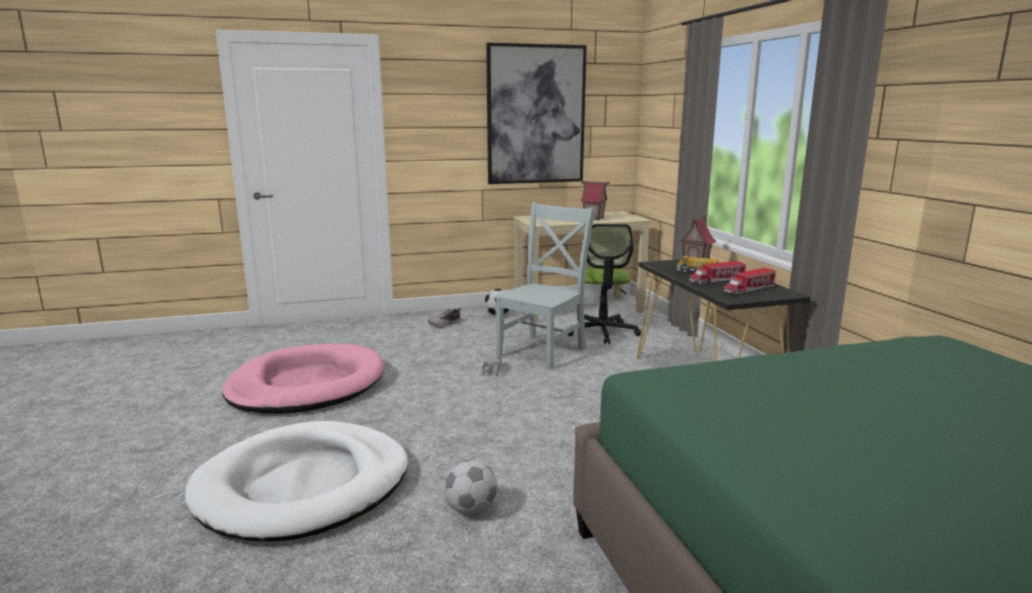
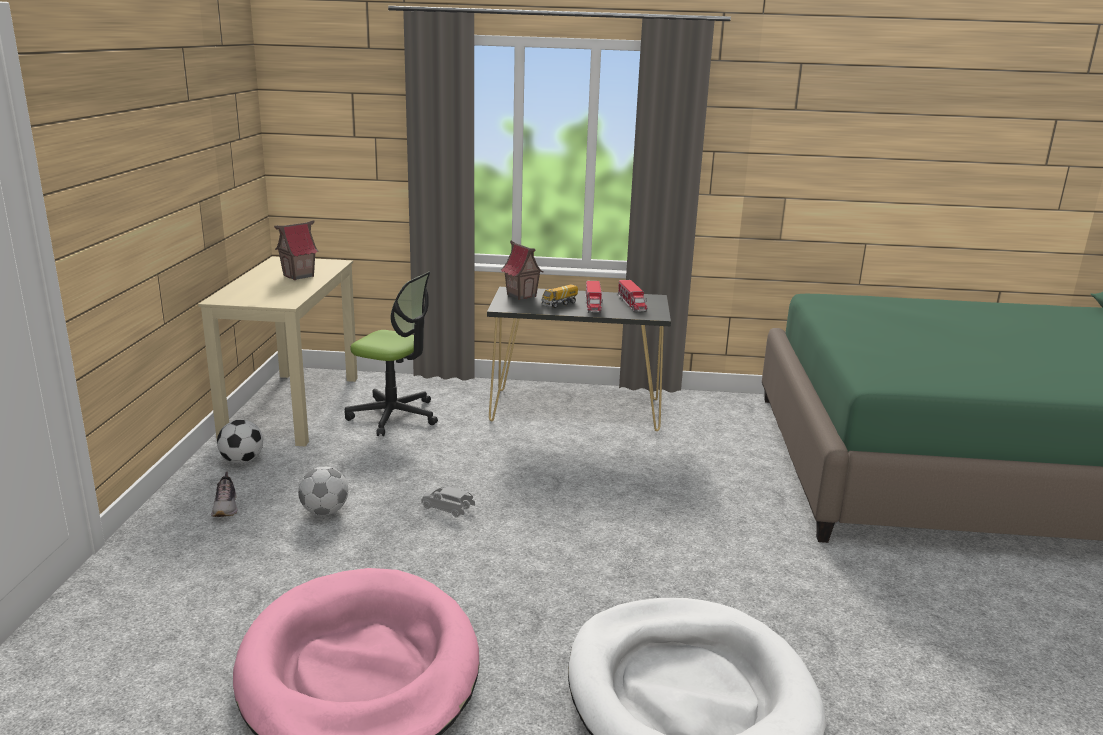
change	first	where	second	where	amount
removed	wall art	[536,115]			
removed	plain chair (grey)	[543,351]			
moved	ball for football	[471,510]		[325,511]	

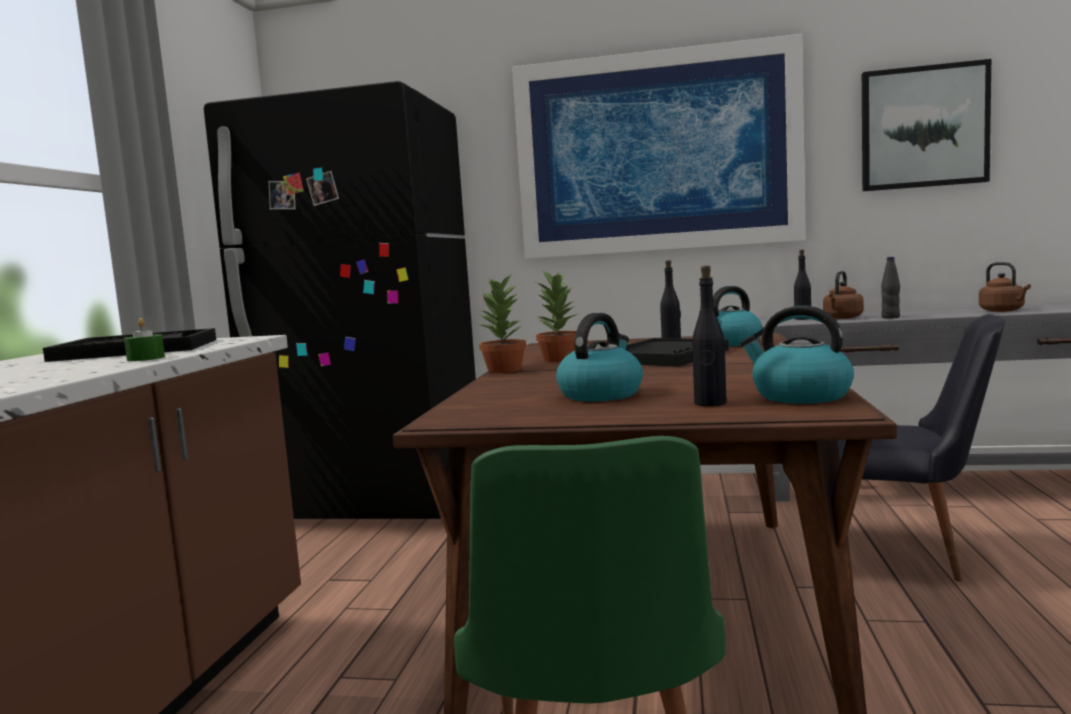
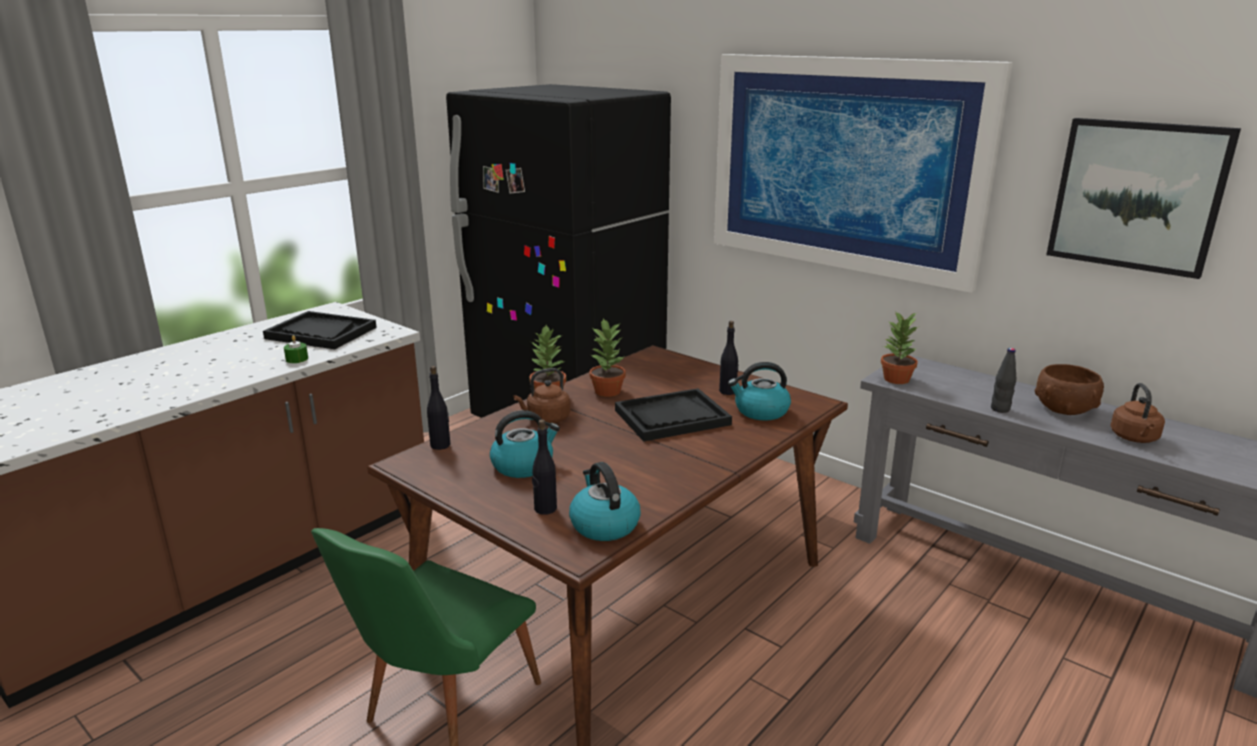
change	first	where	second	where	amount
removed	plain chair (black-coloured)	[903,554]			
added			houseplant	[897,379]	
added			deep dish (brown-coloured)	[1064,409]	
moved	drink bottle (black-coloured)	[803,319]		[440,445]	
moved	water kettle (brown-coloured)	[842,318]		[546,419]	

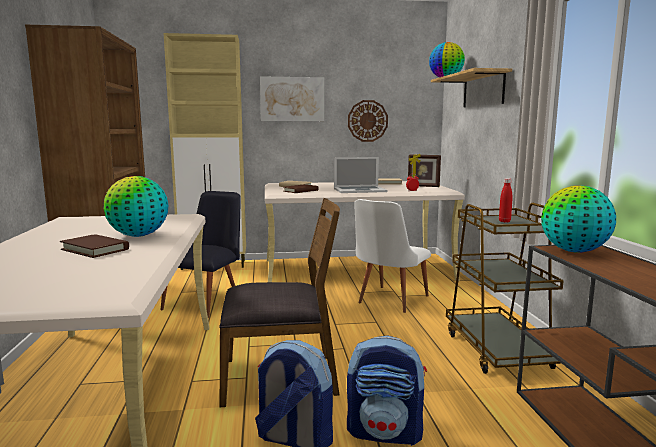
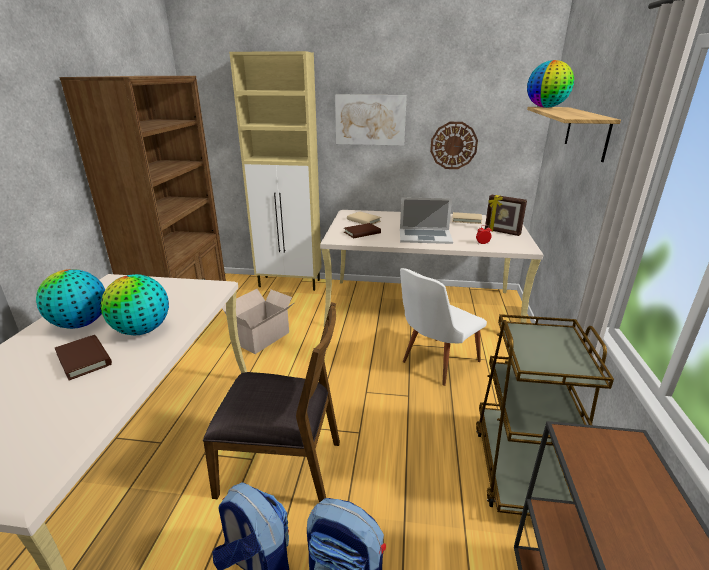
change	first	where	second	where	amount
removed	drink bottle (reddish)	[504,221]			
moved	desk globe	[574,251]		[80,324]	
replaced	plain chair (black-coloured)	[207,301]	carton	[263,337]	

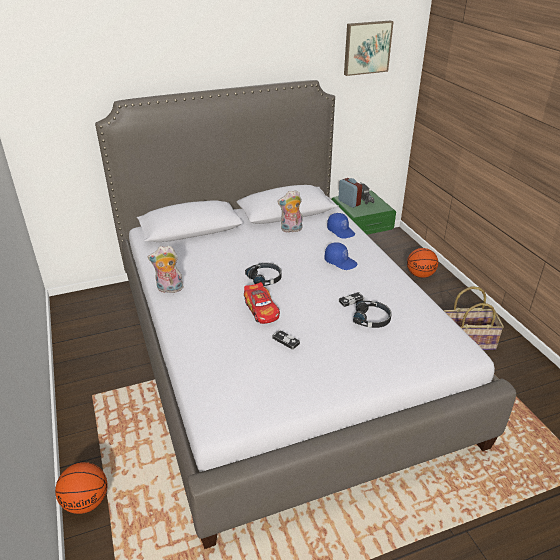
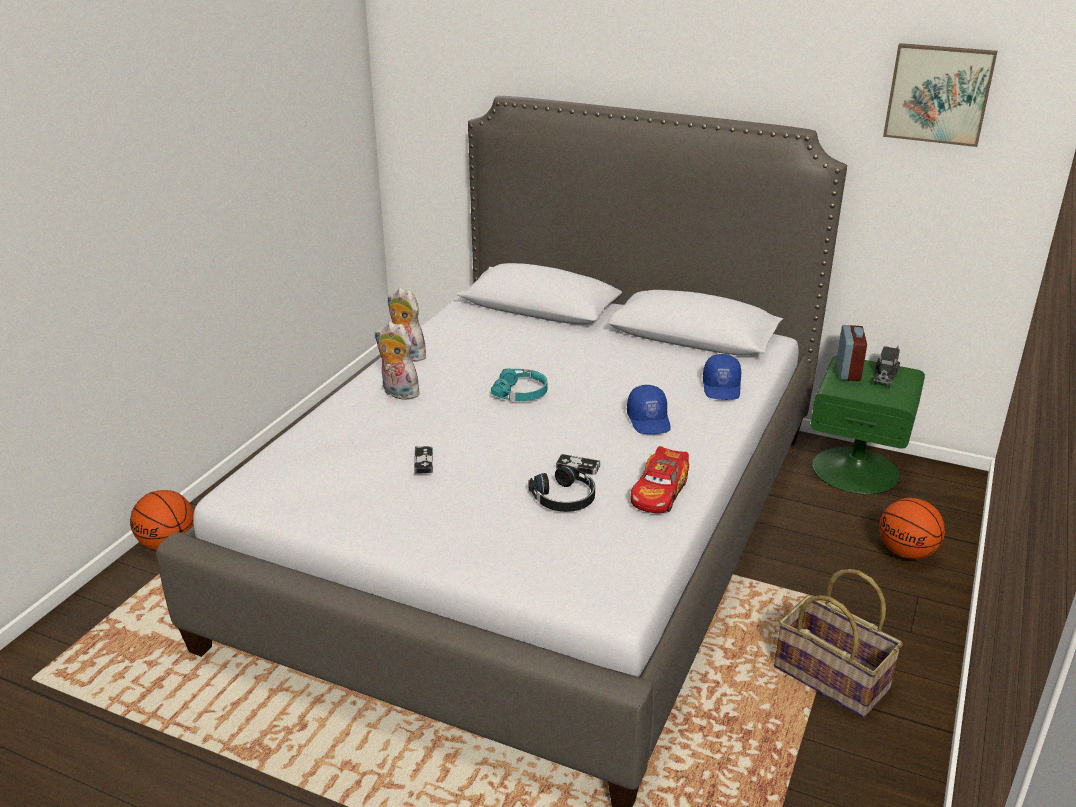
change	first	where	second	where	amount
moved	toy car	[261,309]		[660,492]	
moved	plush toy	[291,230]		[398,393]	
recoloured	headphones (black-coloured)	[265,278]	headphones (blue-green)	[521,392]	

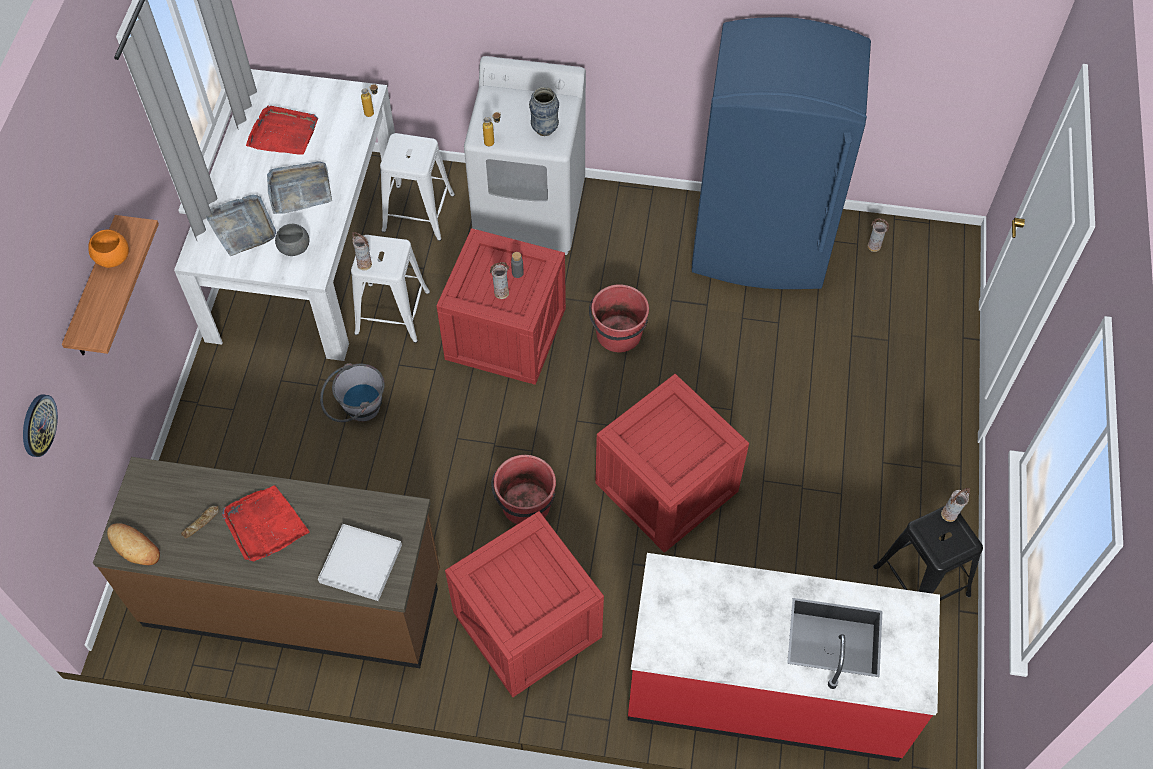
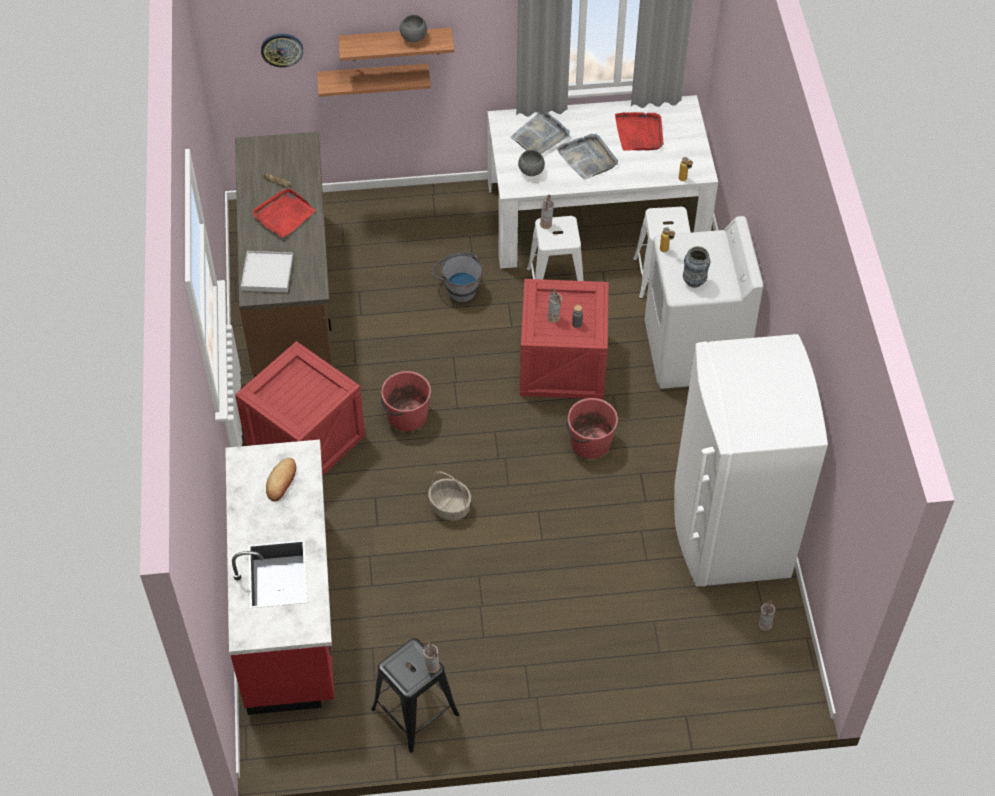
change	first	where	second	where	amount
added			bracket shelf	[373,79]	
moved	baked bread	[134,546]		[281,481]	
replaced	shipping crate	[666,489]	storage basket	[449,507]	
recoloured	deep dish (orange-coloured)	[113,259]	deep dish (grey)	[413,37]	
recoloured	fridge (blue)	[761,244]	fridge (white-coloured)	[729,531]	

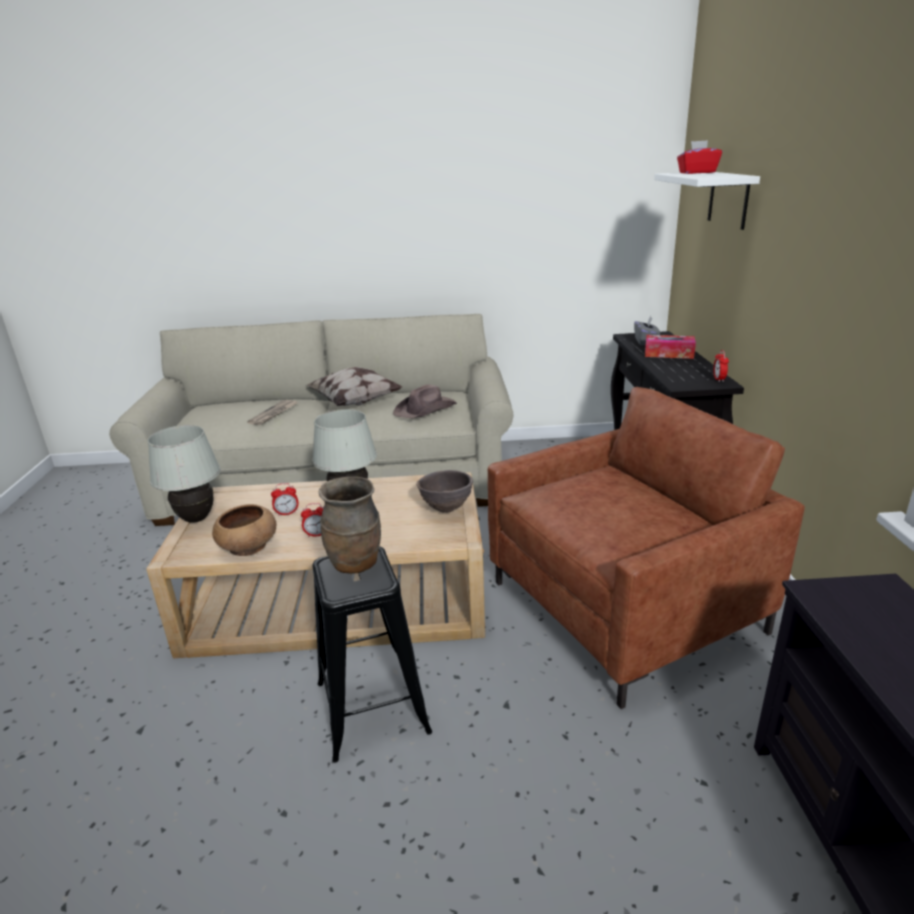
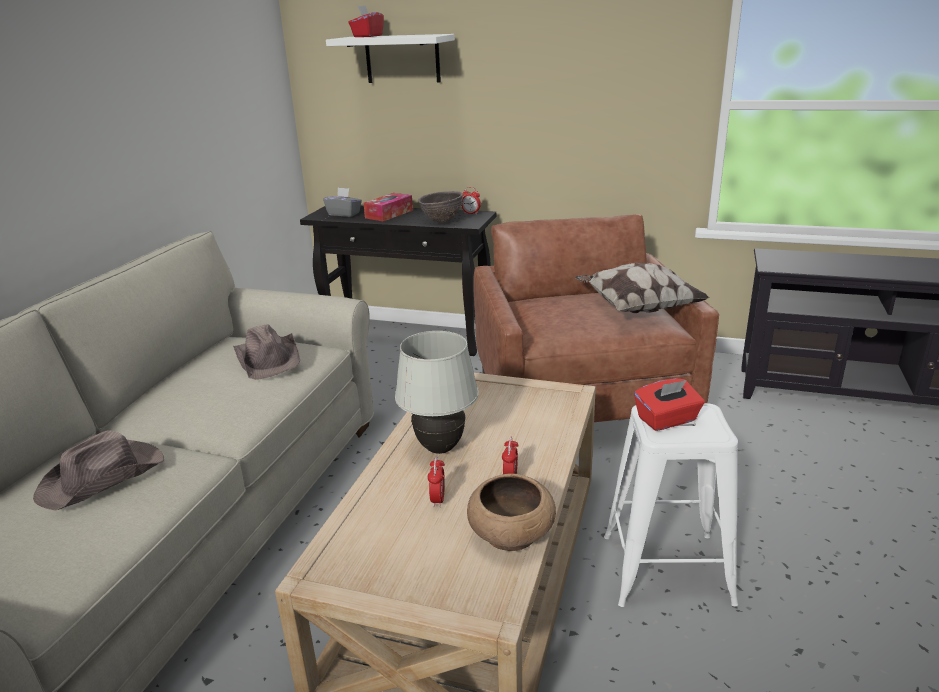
change	first	where	second	where	amount
removed	table lamp (white-coloured)	[196,518]			
moved	pillow	[356,402]		[637,308]	
moved	deep dish (brown-coloured)	[446,509]		[441,221]	
replaced	printed paper	[274,414]	clothing hat (brown-coloured)	[103,478]	
replaced	vase (brown-coloured)	[356,564]	box of tissues (reddish)	[667,420]	
recoloured	sitting stool (black-coloured)	[372,706]	sitting stool (white-coloured)	[665,569]	

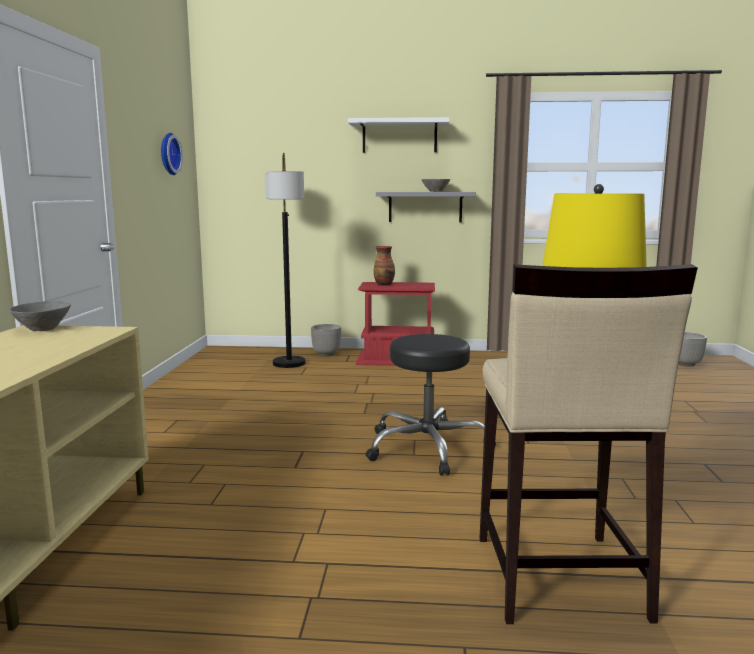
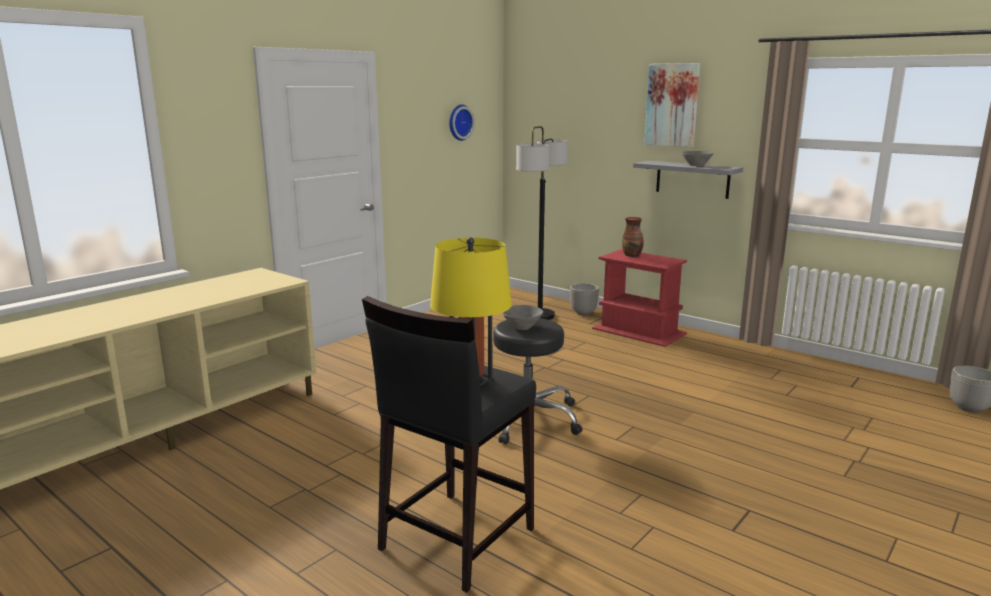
change	first	where	second	where	amount
moved	deep dish (grey)	[42,329]		[522,327]	
replaced	bracket shelf (white-coloured)	[399,136]	wall art	[672,105]	
recoloured	sitting stool (sand-coloured)	[557,577]	sitting stool (black-coloured)	[455,539]	

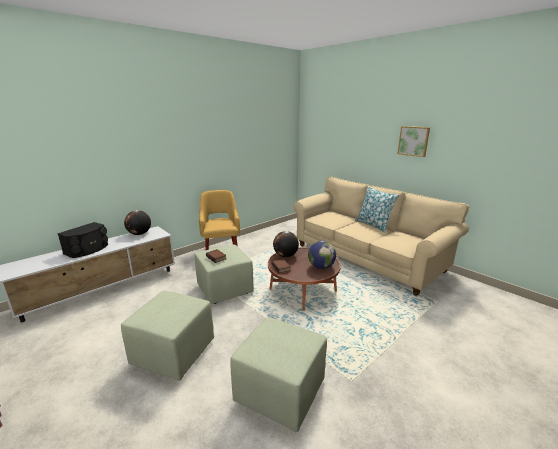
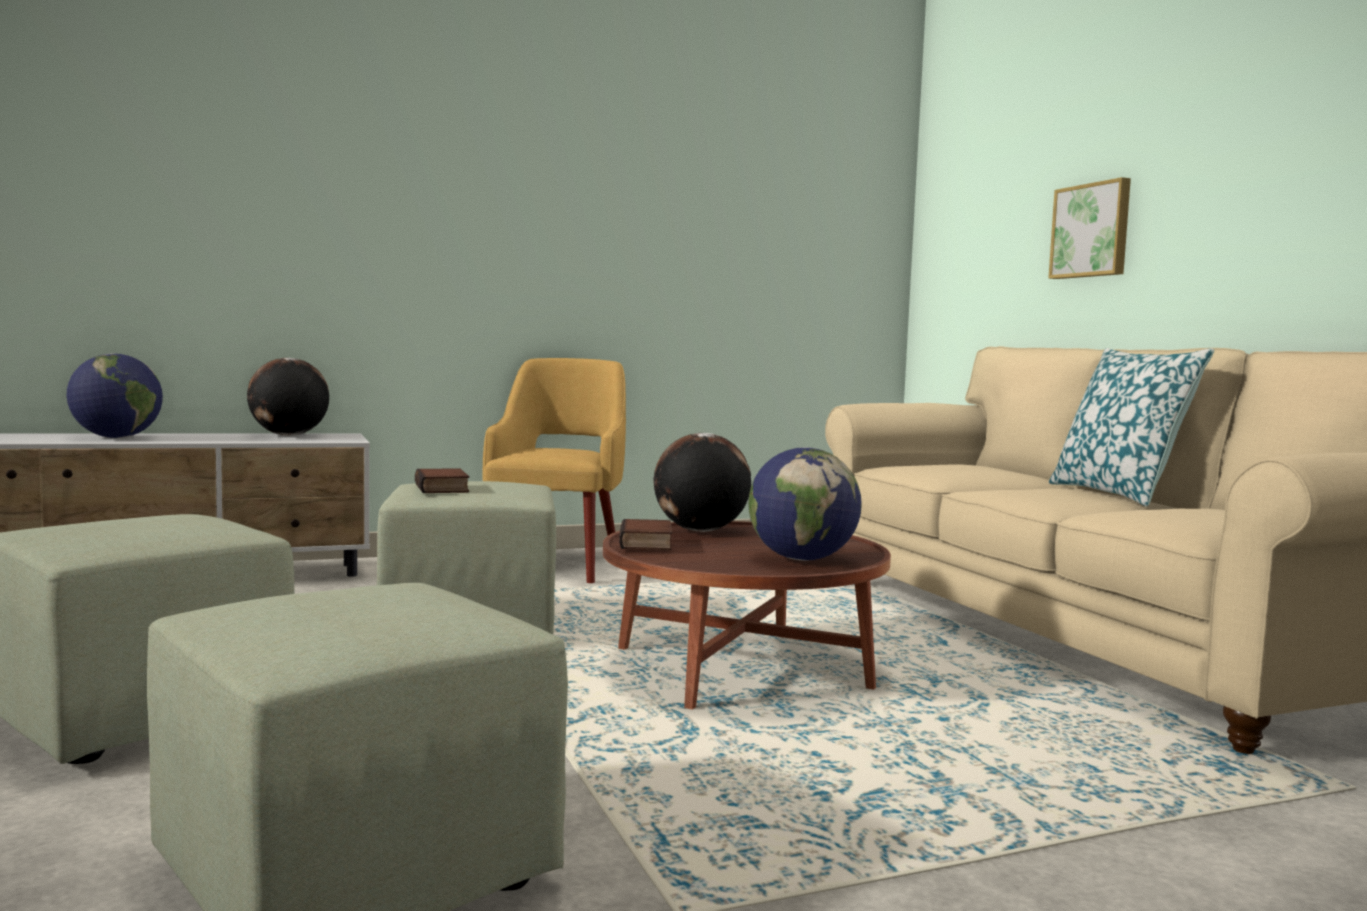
change	first	where	second	where	amount
moved	wall art	[413,141]		[1092,231]	
replaced	audio speaker (black-coloured)	[88,249]	desk globe	[116,437]	

